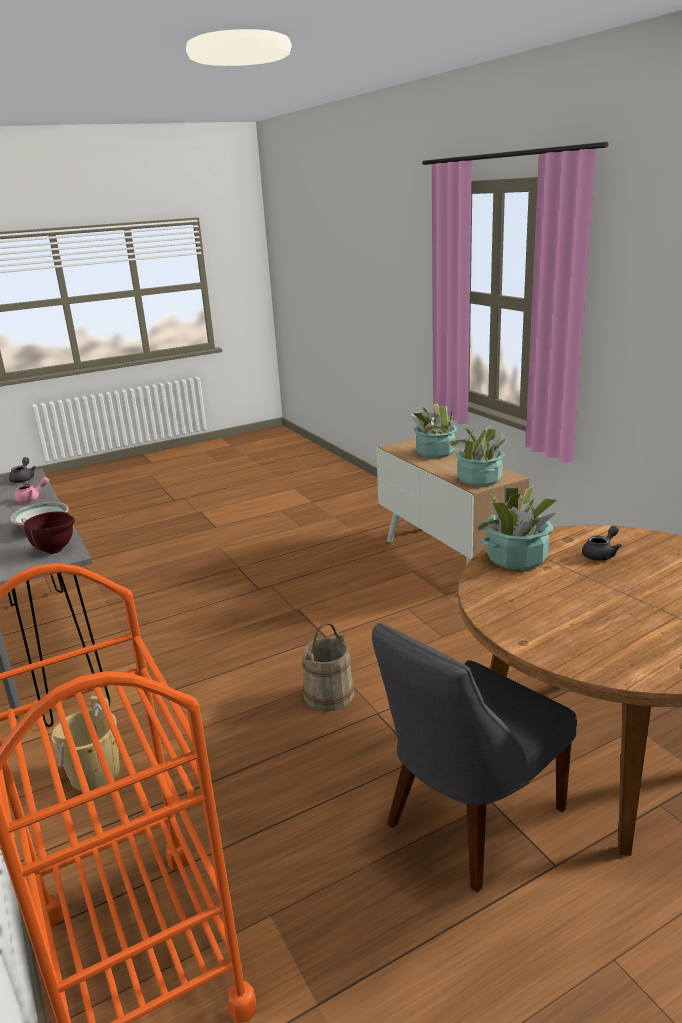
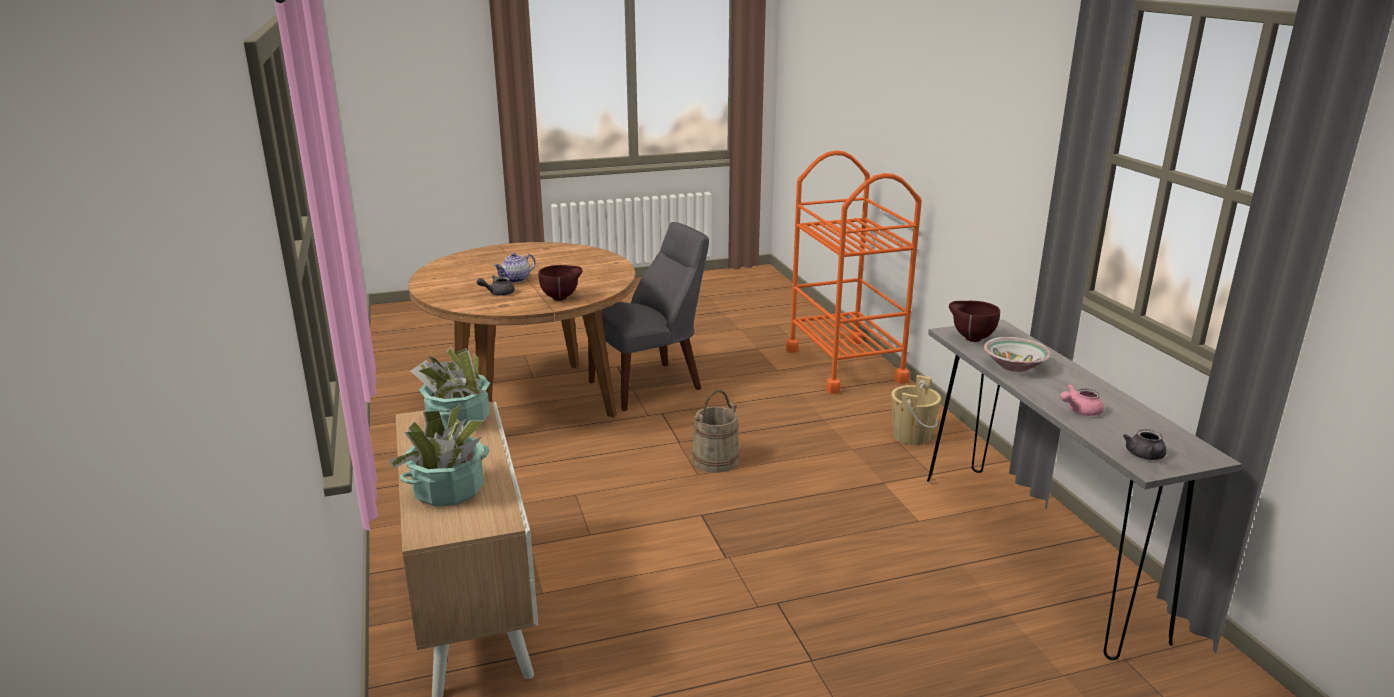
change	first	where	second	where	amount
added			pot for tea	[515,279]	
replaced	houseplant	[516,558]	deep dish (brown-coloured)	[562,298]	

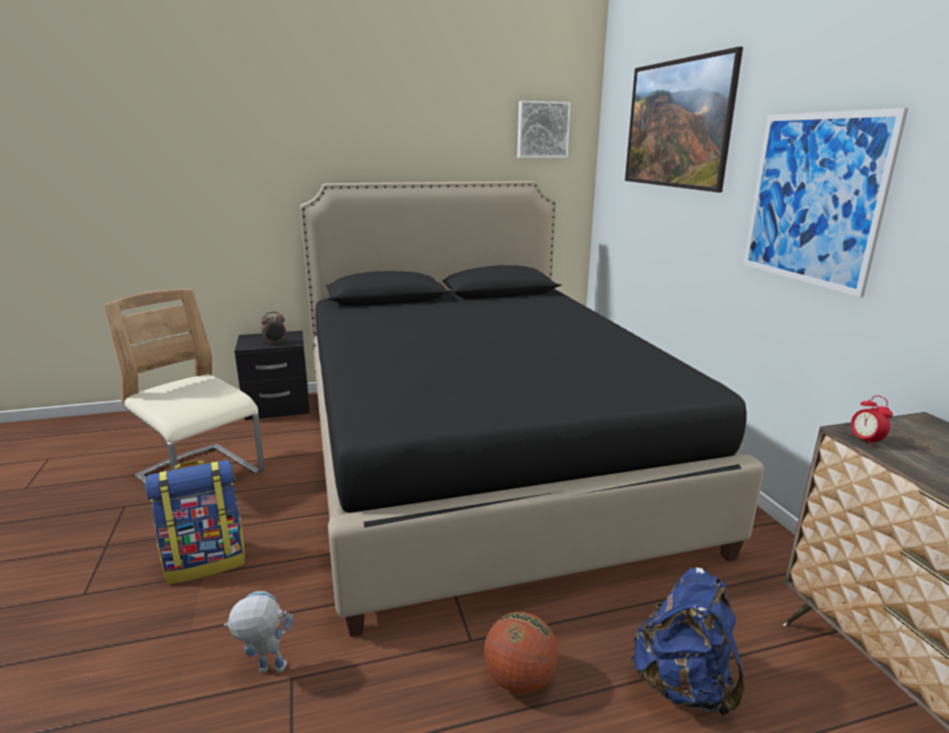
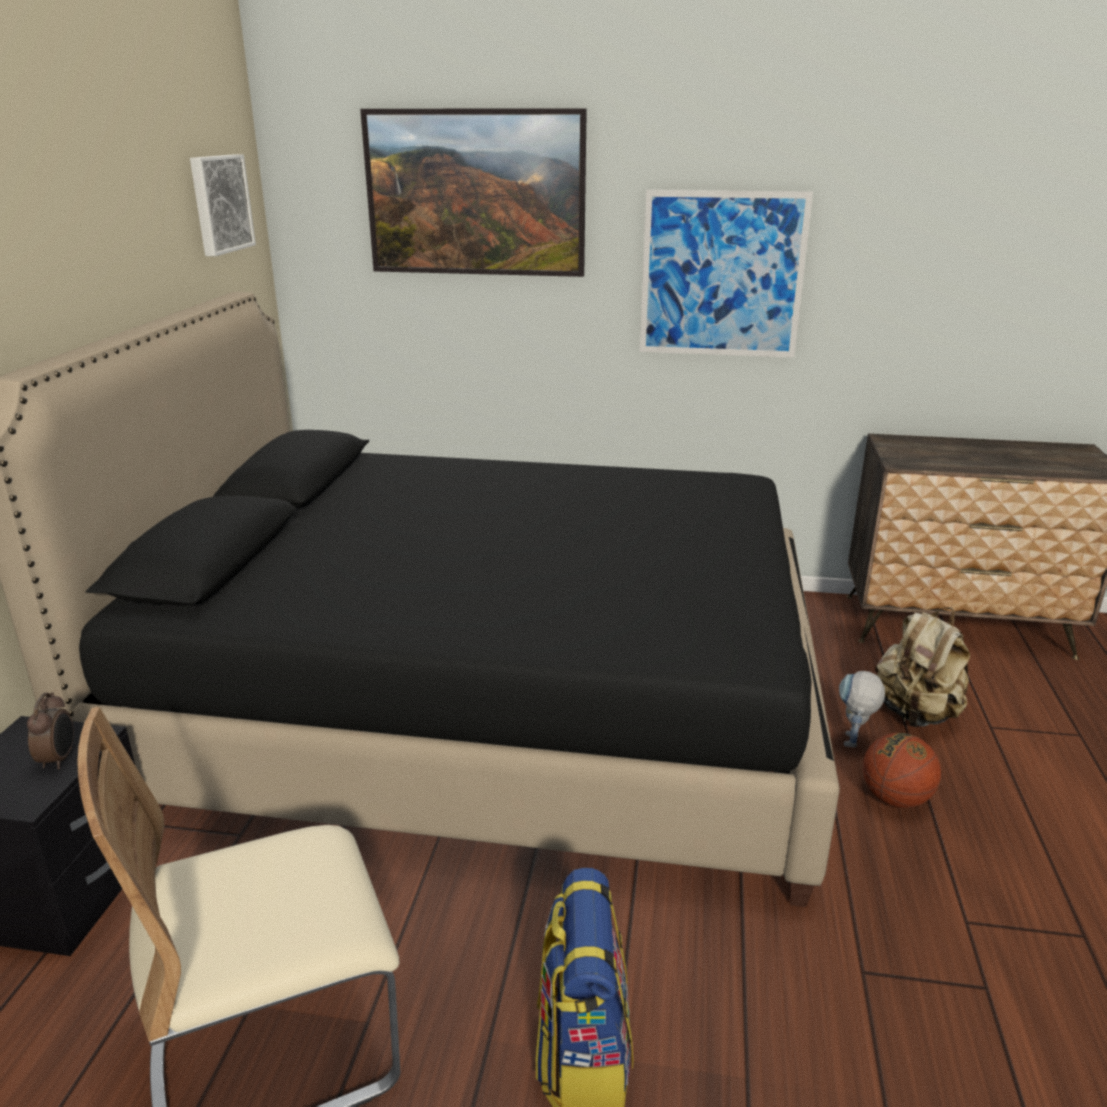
change	first	where	second	where	amount
removed	bedside clock	[865,441]			
moved	model robot	[264,670]		[852,745]	
recoloured	knapsack (blue)	[683,684]	knapsack (sand-coloured)	[916,714]	

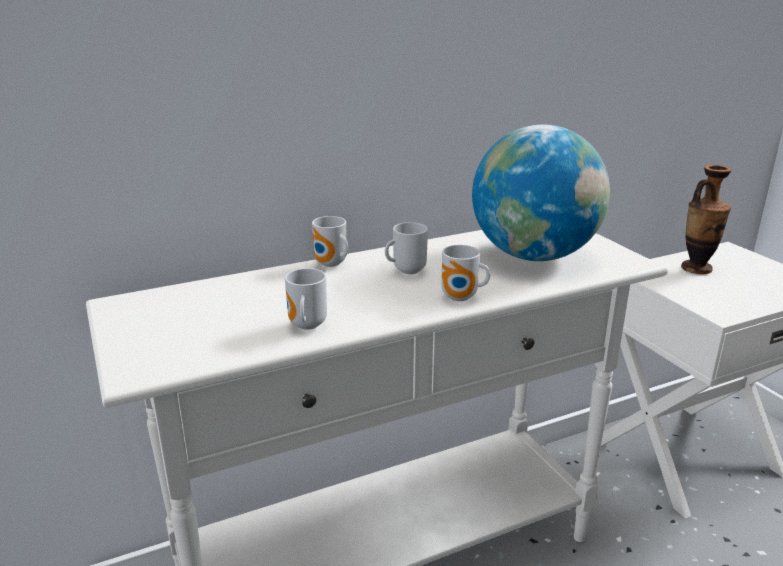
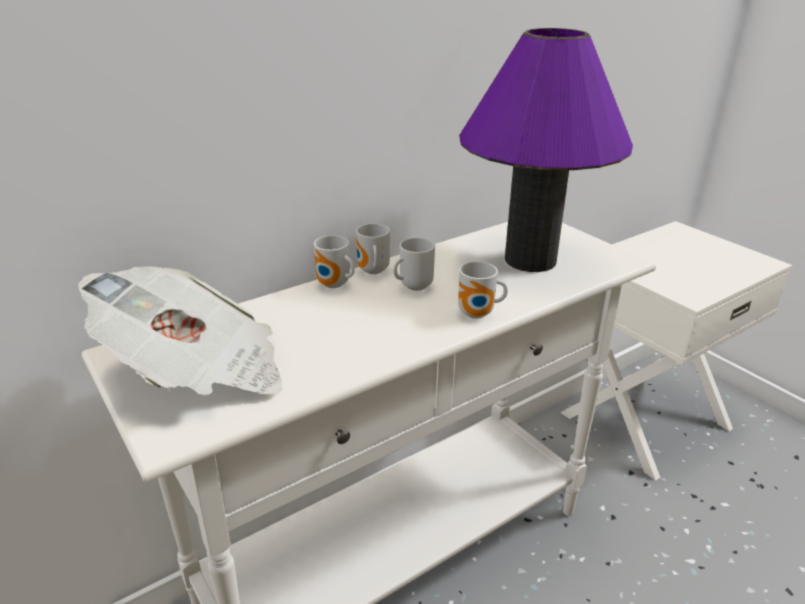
change	first	where	second	where	amount
removed	vase	[696,268]			
added			printed paper	[198,372]	
moved	coffee mug	[305,326]		[372,271]	
replaced	desk globe	[533,256]	table lamp (purple-coloured)	[530,260]	

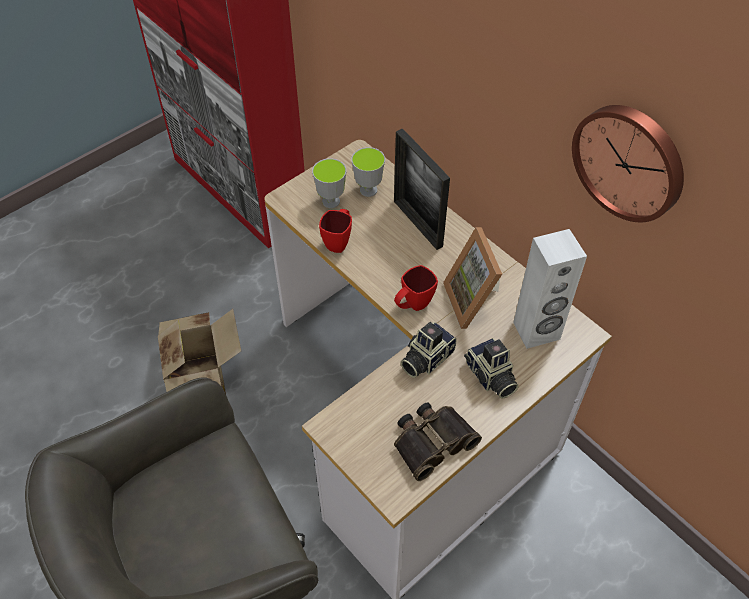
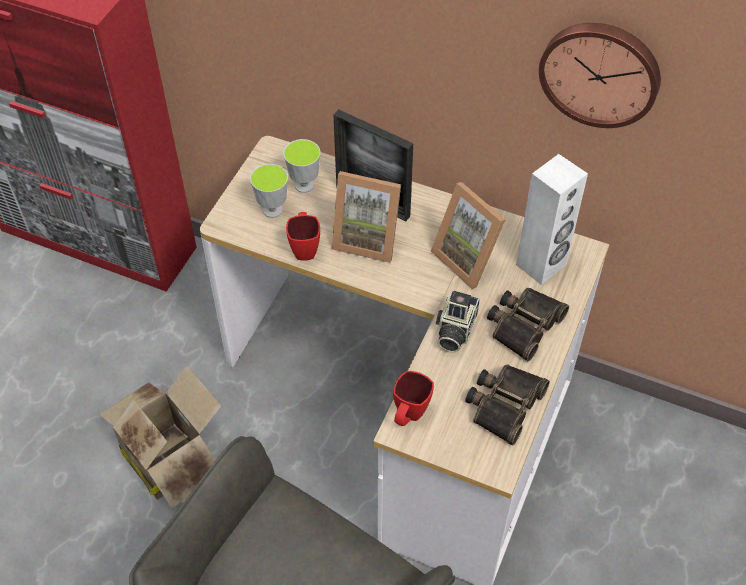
change	first	where	second	where	amount
added			standing frame	[367,238]	
moved	coffee mug (reddish)	[413,305]		[409,416]	
replaced	photo camera	[490,377]	binoculars	[523,324]	

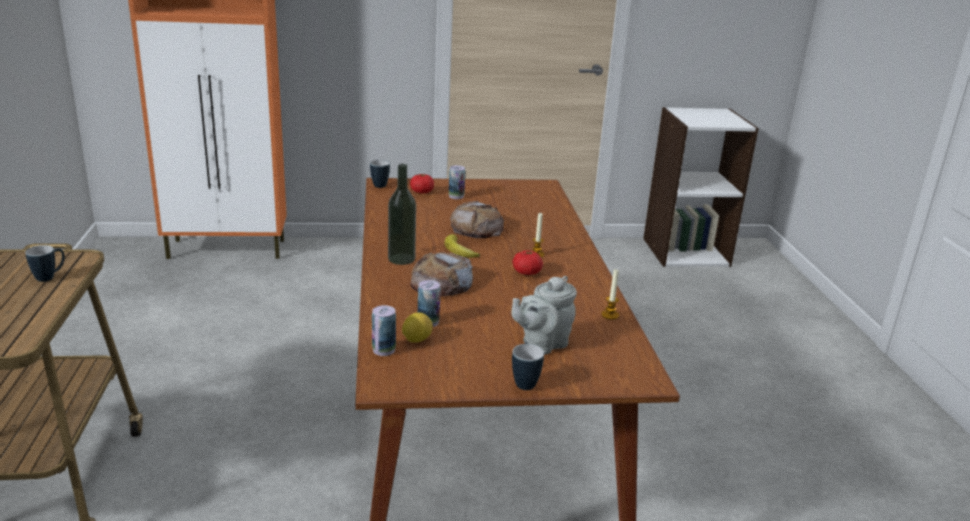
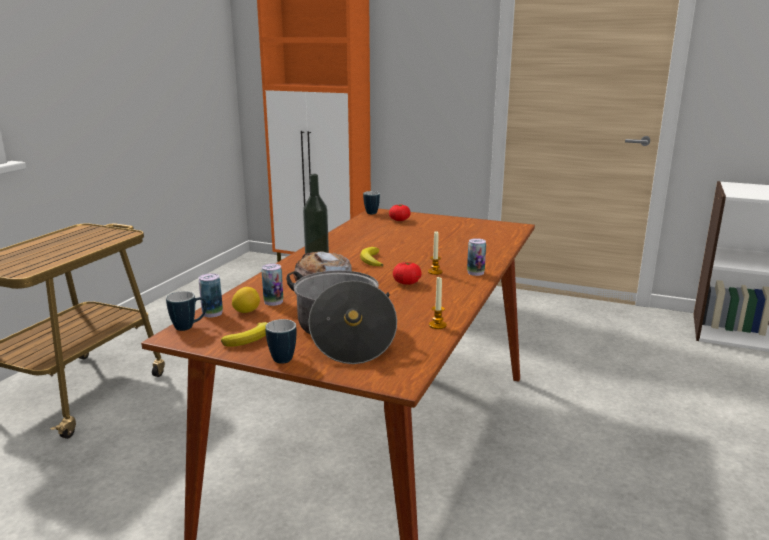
change	first	where	second	where	amount
removed	baked bread	[477,228]			
added			banana	[250,338]	
moved	coffee mug	[50,277]		[189,327]	
moved	can	[456,196]		[475,272]	
replaced	pot for tea (grey)	[542,344]	saucepot	[342,334]	

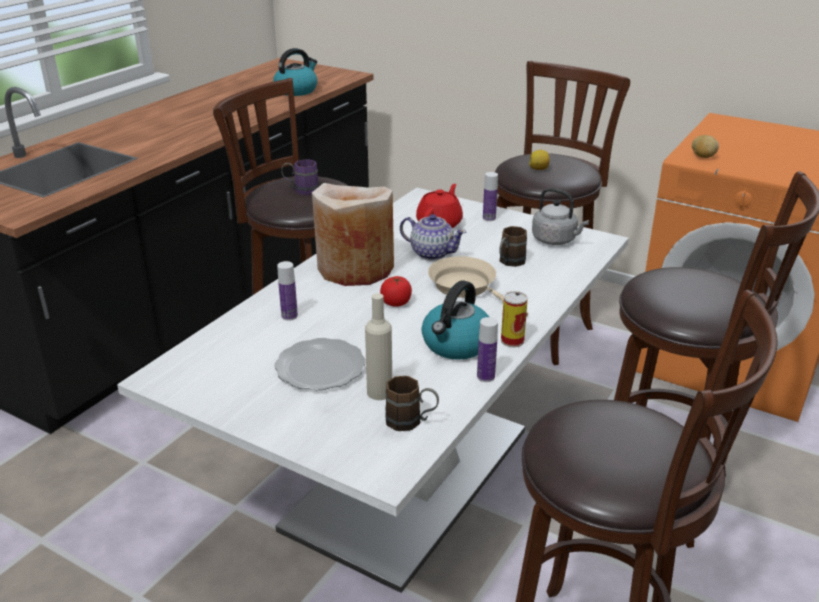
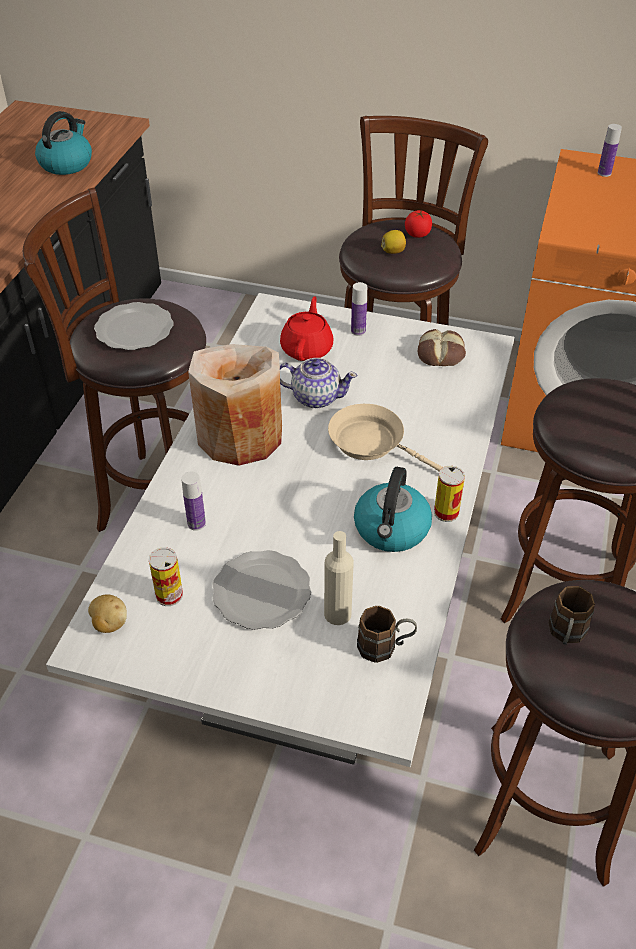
change	first	where	second	where	amount
added			can	[169,595]	
moved	whole tomato	[396,302]		[417,234]	
moved	drink bottle	[485,377]		[604,173]	
moved	coffee mug (brown-coloured)	[509,263]		[566,635]	
moved	whole potato	[702,157]		[109,623]	
replaced	coffee mug (purple-coloured)	[301,190]	dinner plate	[135,329]	
replaced	water kettle (grey)	[556,240]	baked bread	[441,354]	

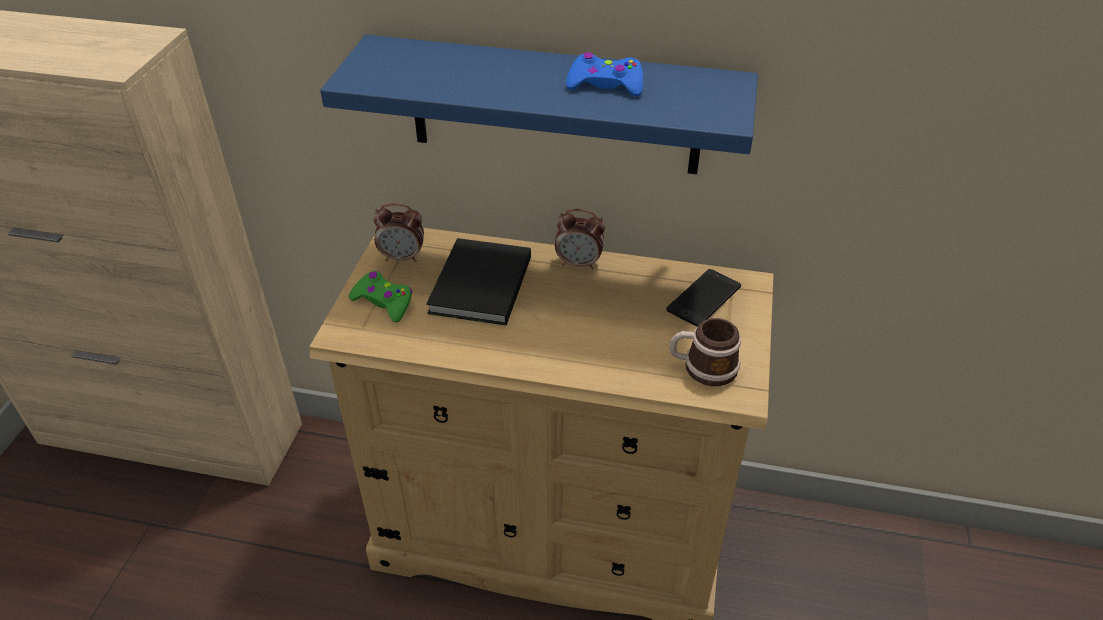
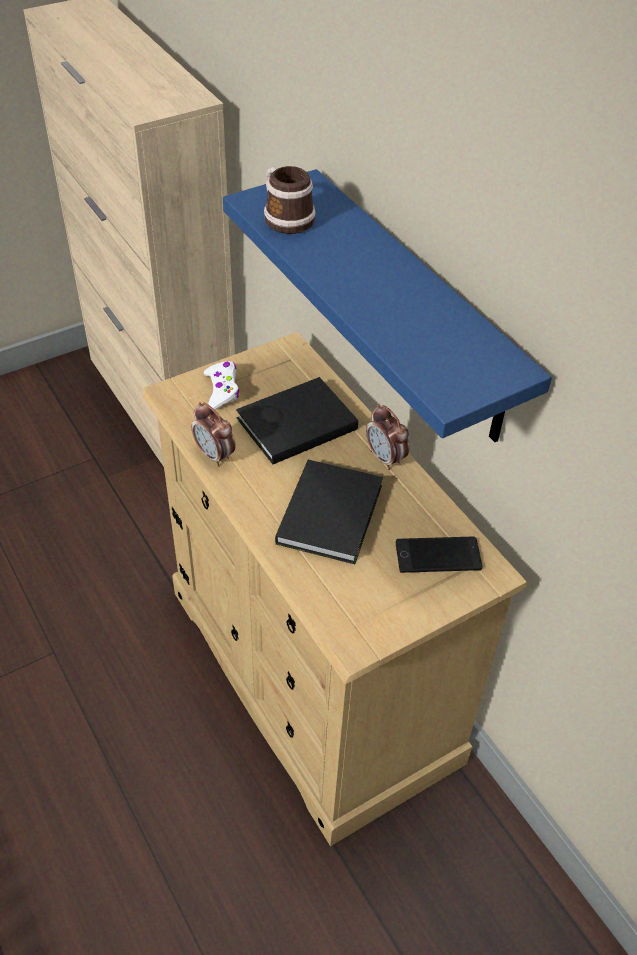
change	first	where	second	where	amount
removed	gamepad (blue)	[605,84]			
added			bound book (black-coloured)	[332,512]	
moved	bedside clock	[402,257]		[215,455]	
moved	coffee mug	[702,367]		[285,217]	
recoloured	gamepad (greenish)	[384,302]	gamepad (white-coloured)	[222,390]	

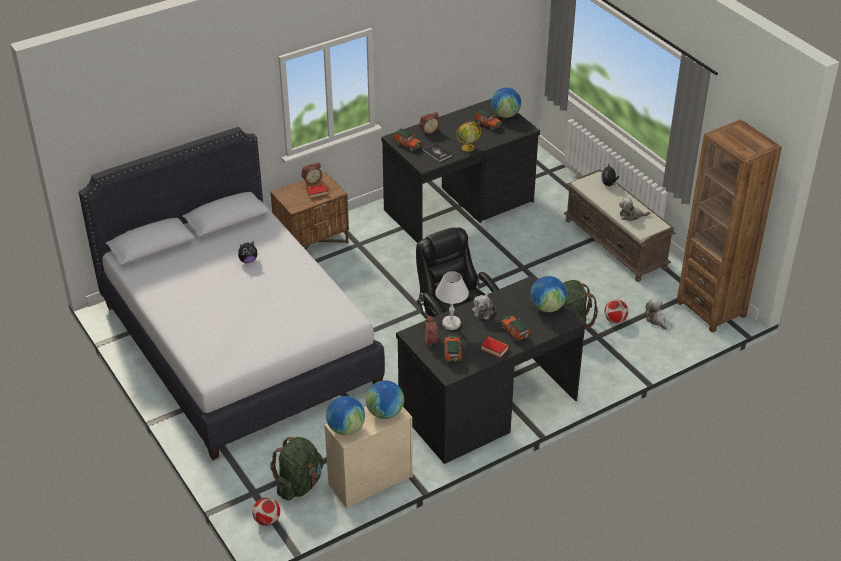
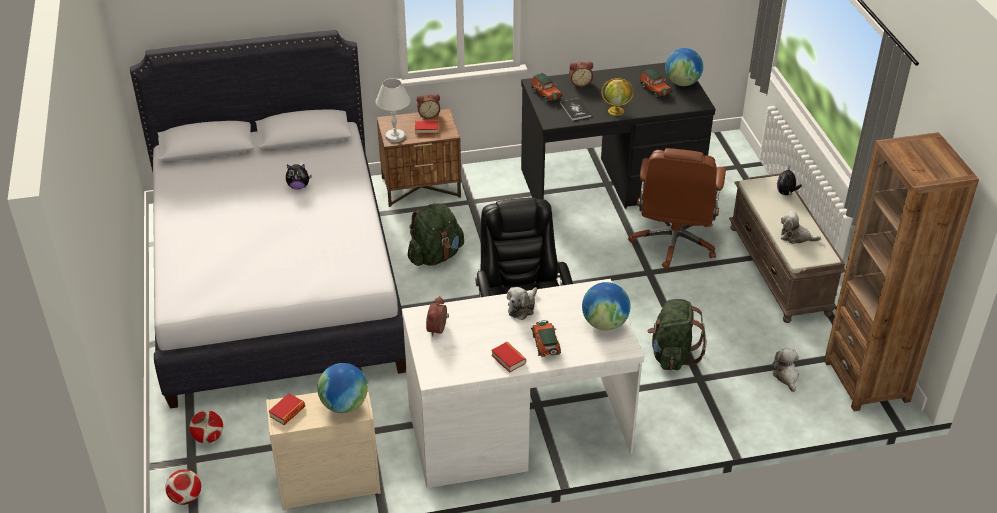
change	first	where	second	where	amount
removed	toy car	[452,354]			
added			desk chair (brown-coloured)	[674,243]	
moved	knapsack (greenish)	[299,484]		[435,256]	
moved	table lamp (white-coloured)	[451,324]		[395,137]	
moved	ball for football	[615,320]		[209,438]	
replaced	desk globe	[346,429]	bound book	[287,412]	
recoloured	desk (black-coloured)	[487,405]	desk (white-coloured)	[517,428]	

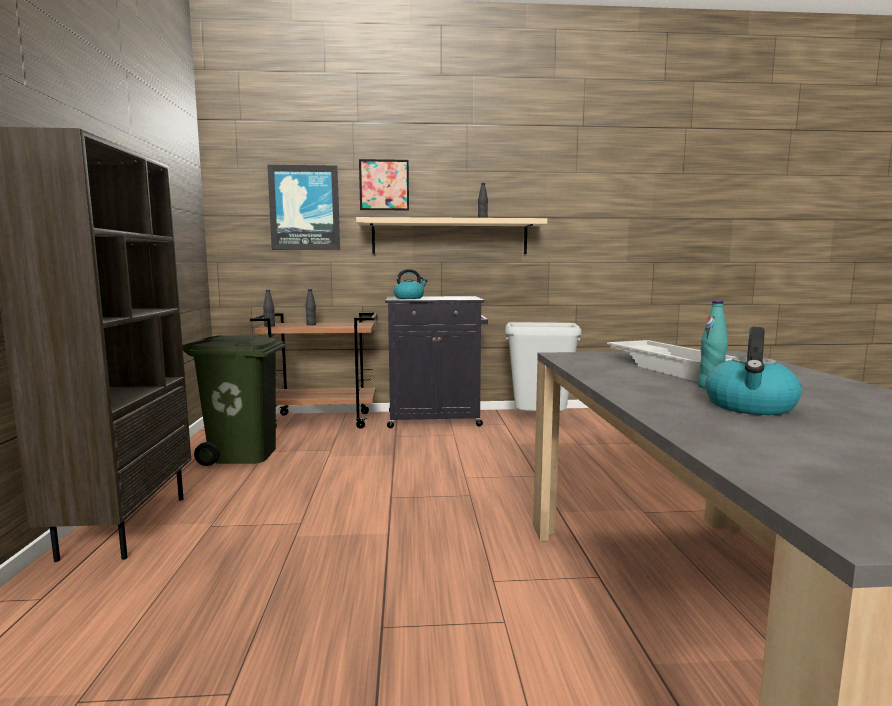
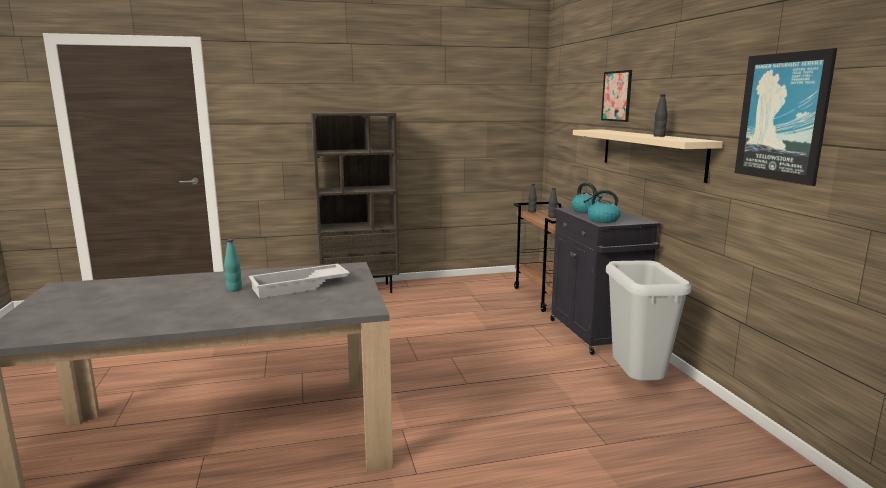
change	first	where	second	where	amount
removed	trash can (greenish)	[243,455]			
moved	wall art	[304,208]		[783,117]	
moved	water kettle	[750,407]		[602,220]	

